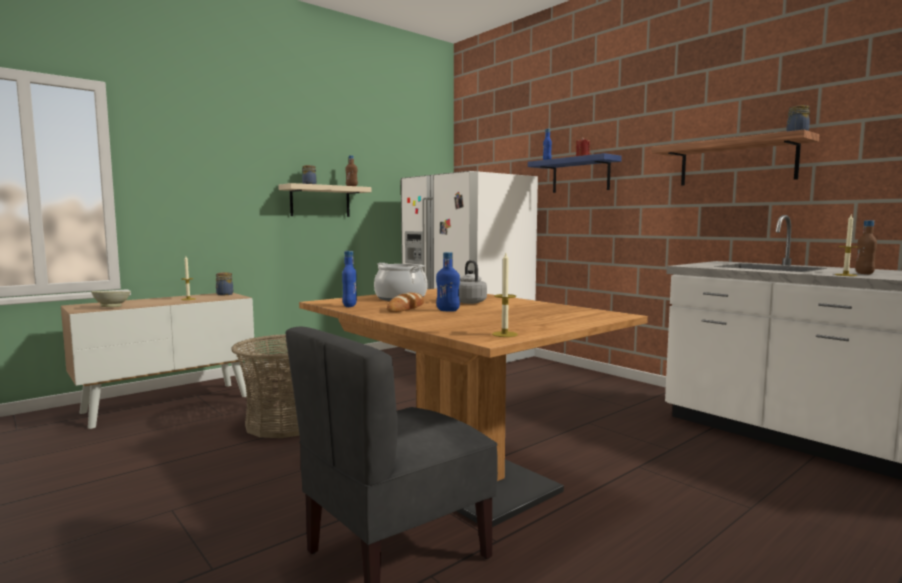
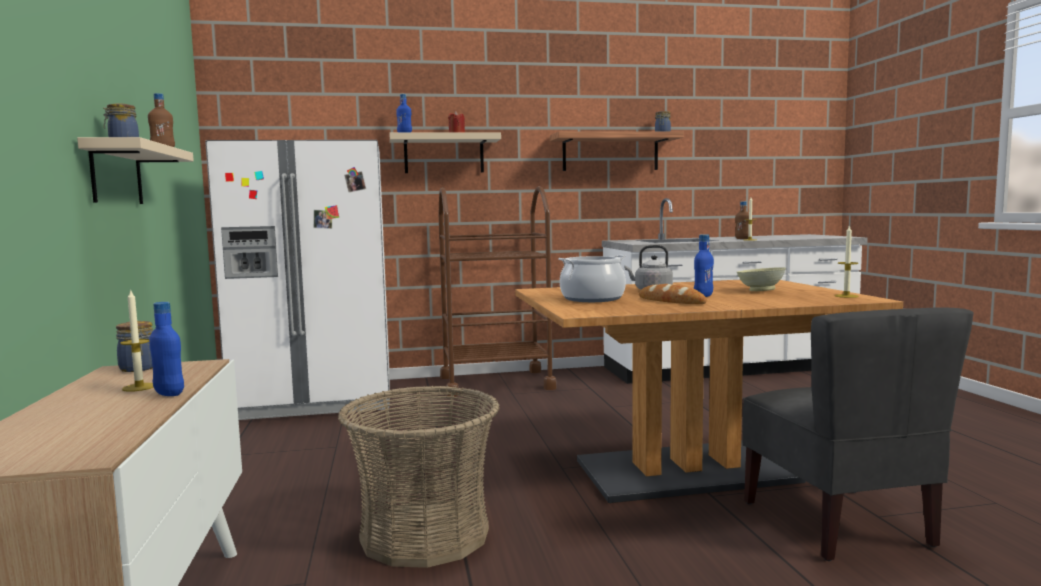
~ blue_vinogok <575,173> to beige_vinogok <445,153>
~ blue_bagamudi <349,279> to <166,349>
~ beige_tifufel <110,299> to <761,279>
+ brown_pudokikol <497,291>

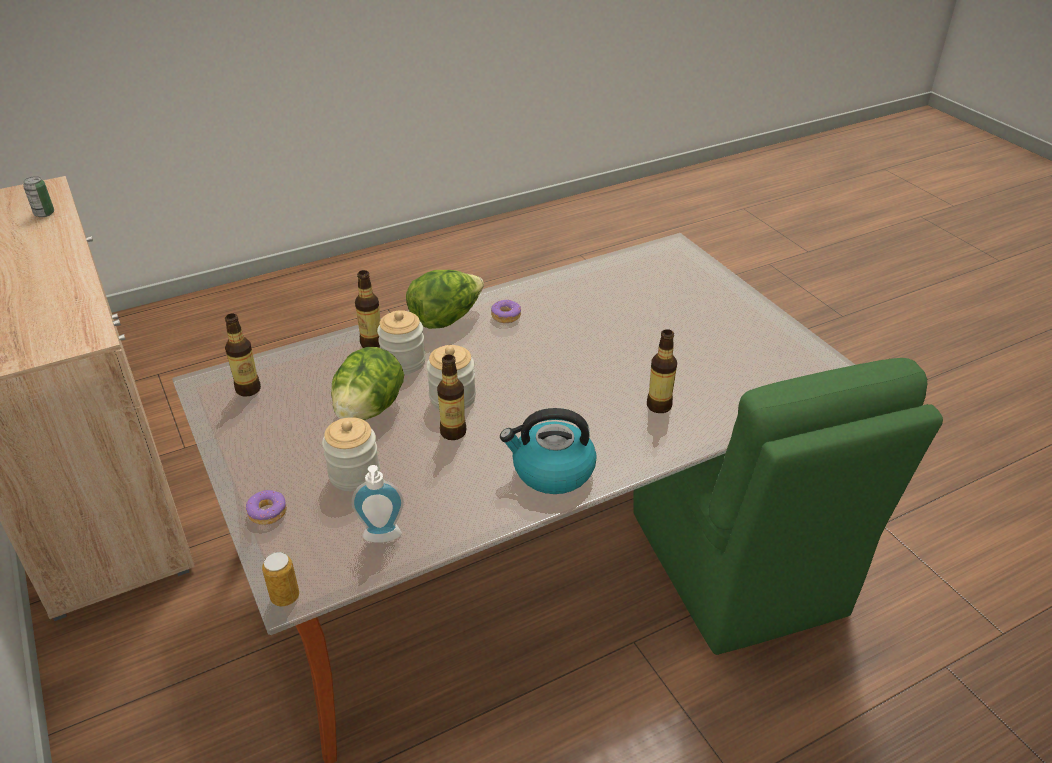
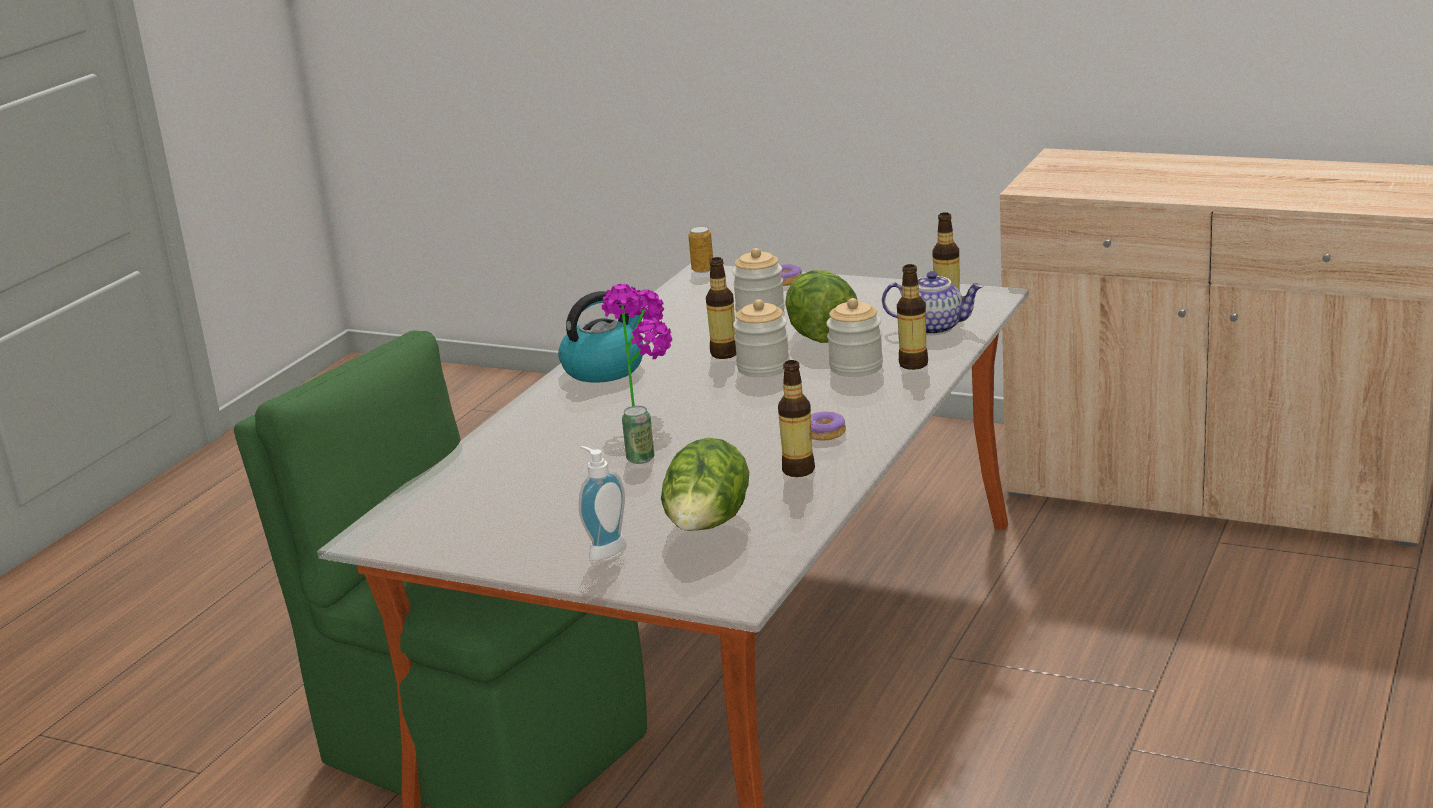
~ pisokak <38,196> to <638,435>
~ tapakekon <445,299> to <705,484>
~ bagamudi <662,371> to <796,418>
~ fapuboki <378,504> to <602,503>
+ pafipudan <933,303>
+ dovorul <637,345>

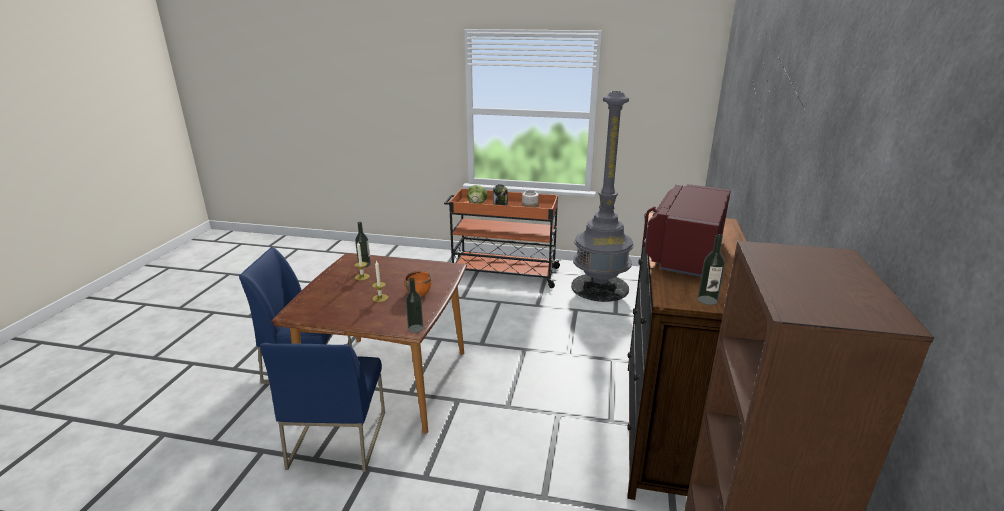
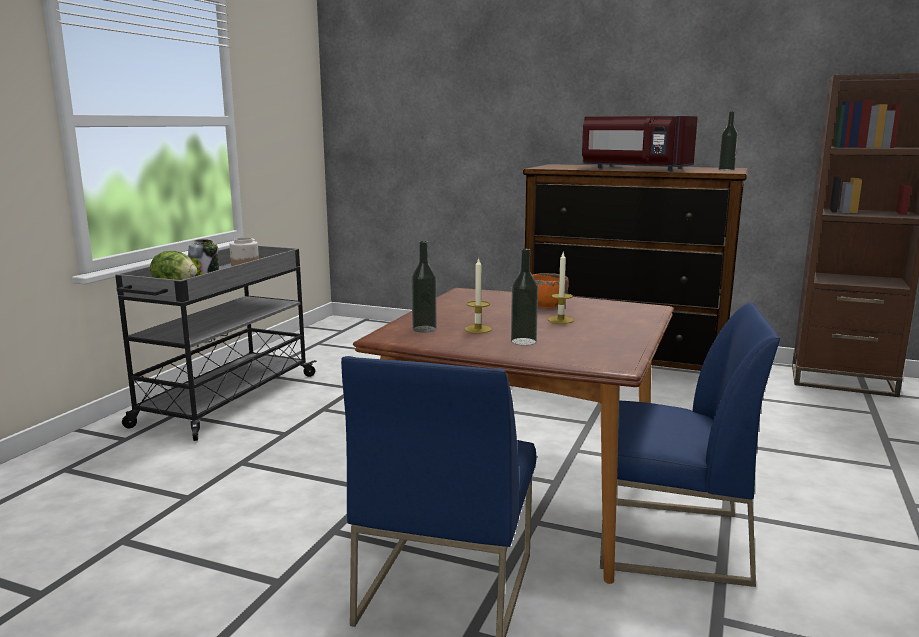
- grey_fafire <602,196>
~ orange_pudokikol <502,238> to grey_pudokikol <216,343>
~ bagamudi <414,305> to <524,297>

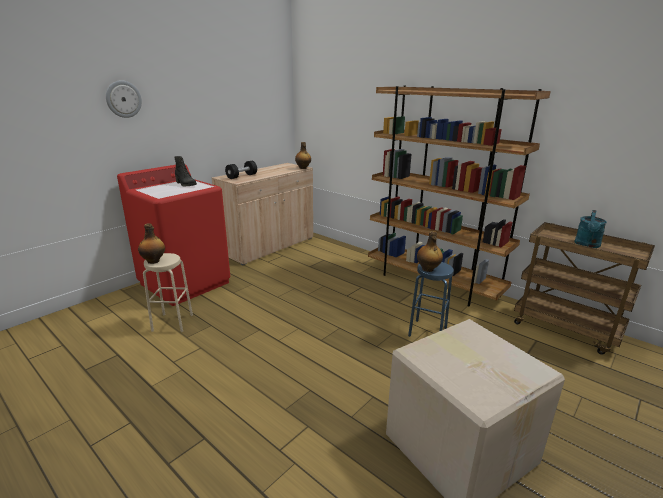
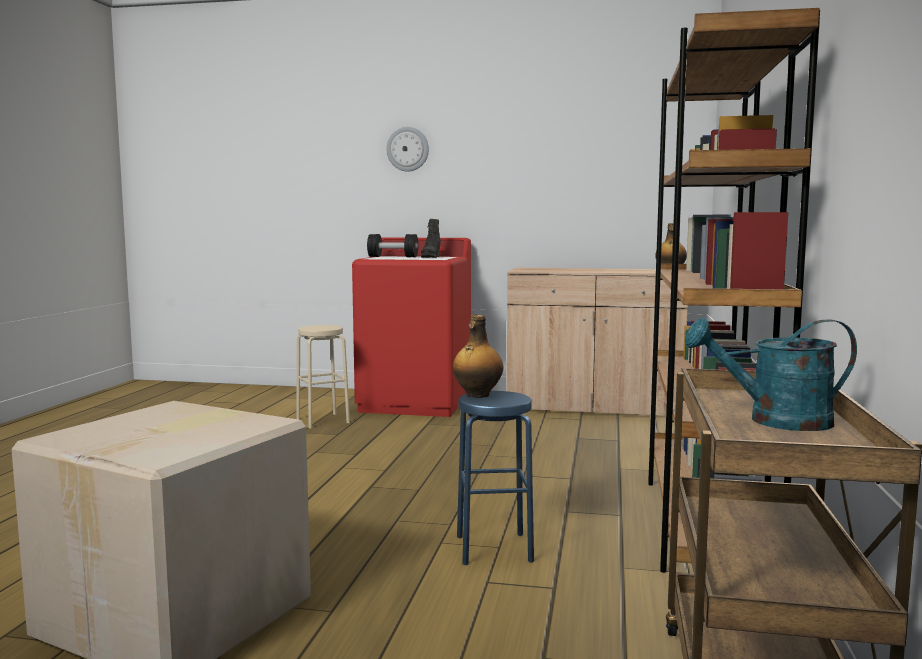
~ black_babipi <241,170> to <392,245>
- bagamudi <151,243>

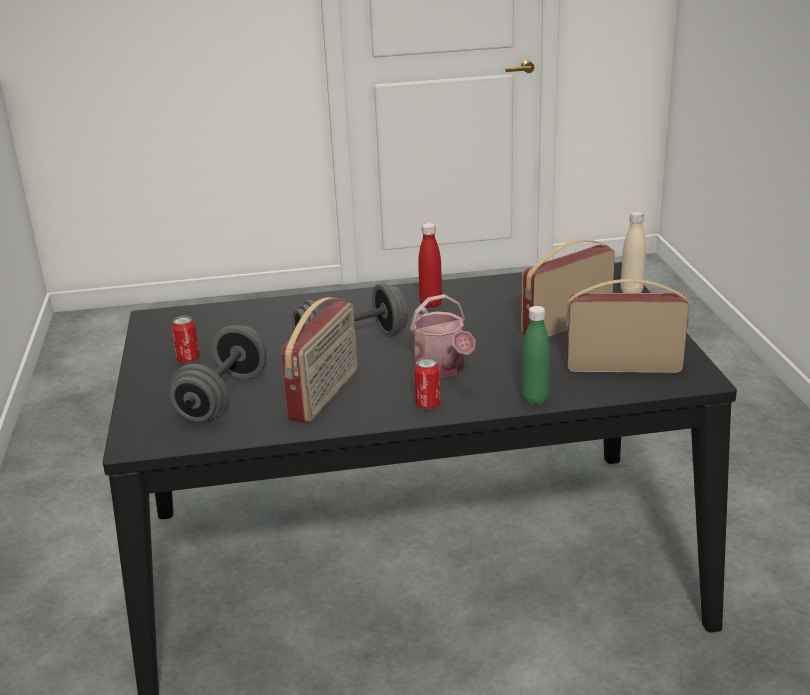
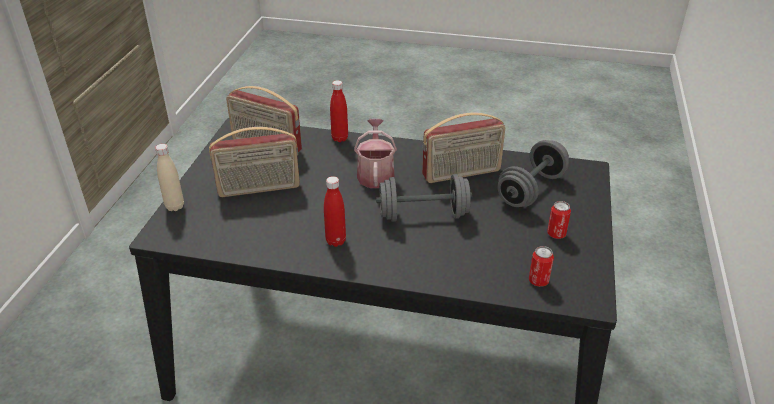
~ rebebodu <319,360> = <463,148> 150 degrees counterclockwise
~ green_bagamudi <535,355> to red_bagamudi <339,111>
~ pisokak <427,383> to <541,266>

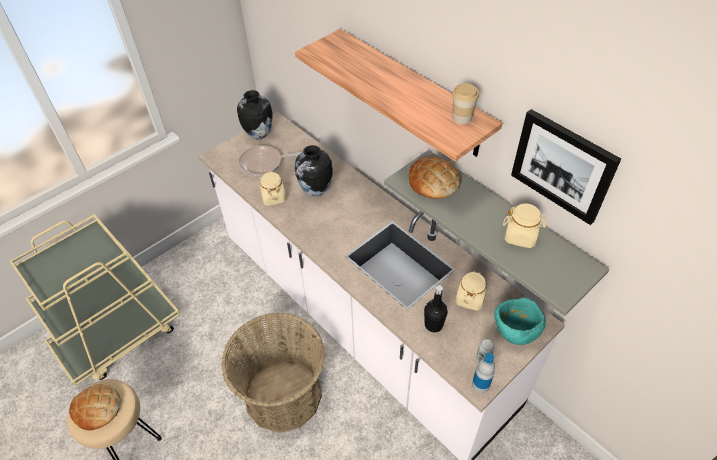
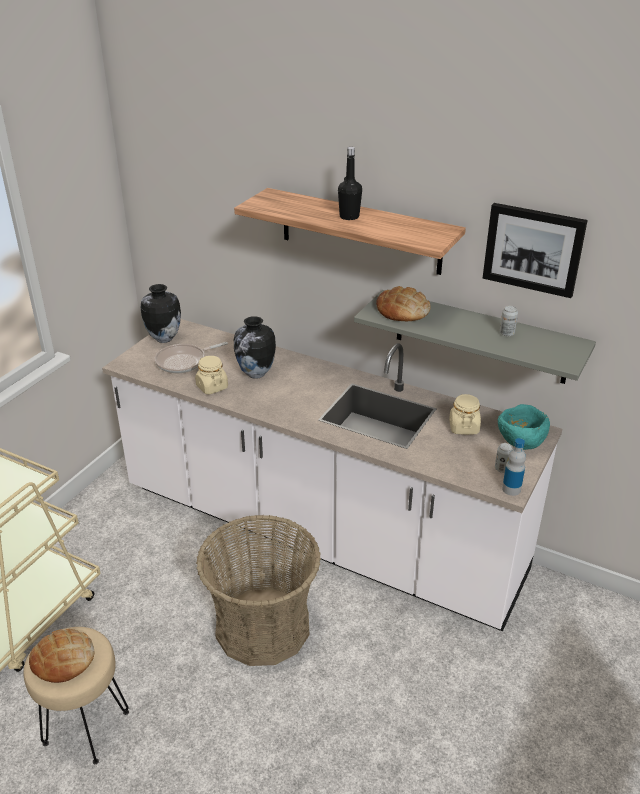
- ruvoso <465,103>
~ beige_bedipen <525,225> to pisokak <509,321>
~ black_bagamudi <436,308> to <350,183>

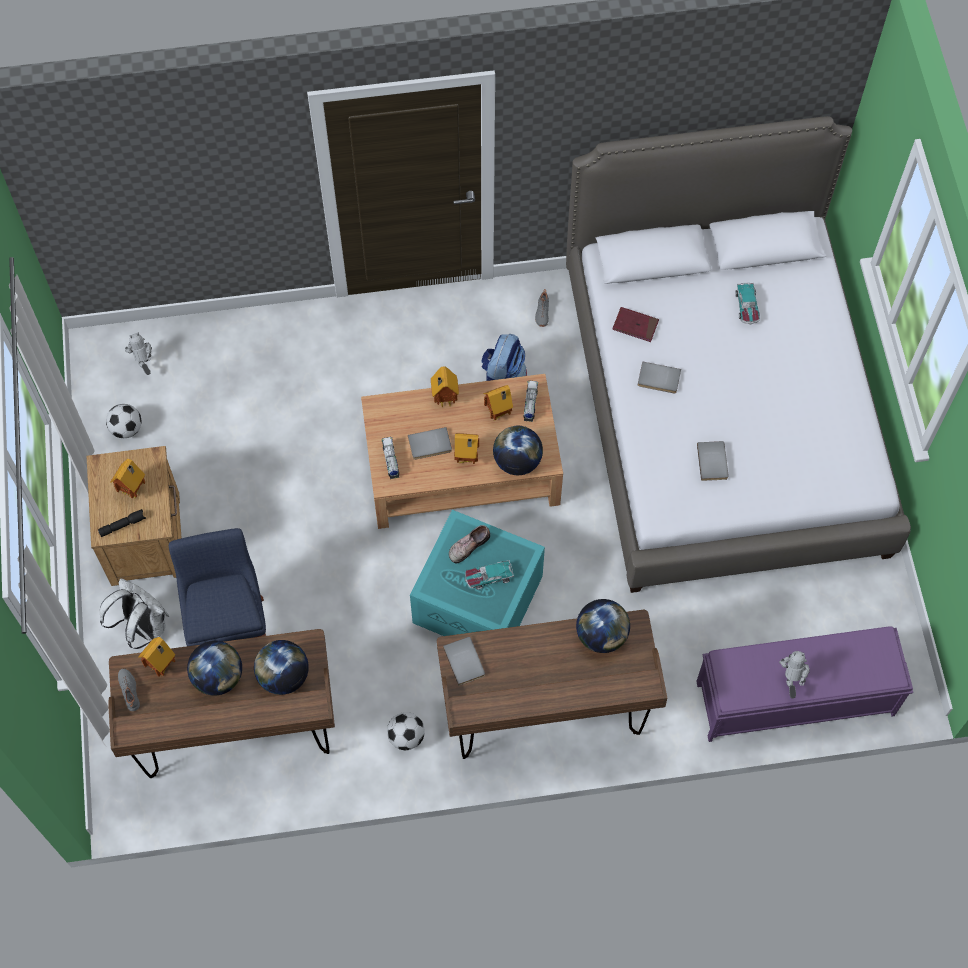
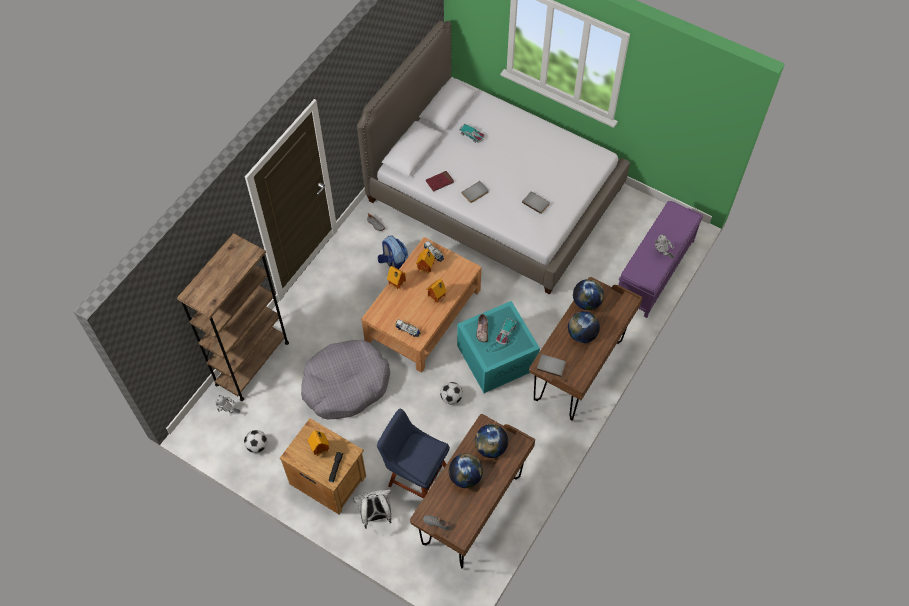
~ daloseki <518,450> to <584,327>
- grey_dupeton <430,443>
- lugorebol <156,656>
~ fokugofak <406,731> to <451,393>
+ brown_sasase <233,317>
+ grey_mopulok <346,379>

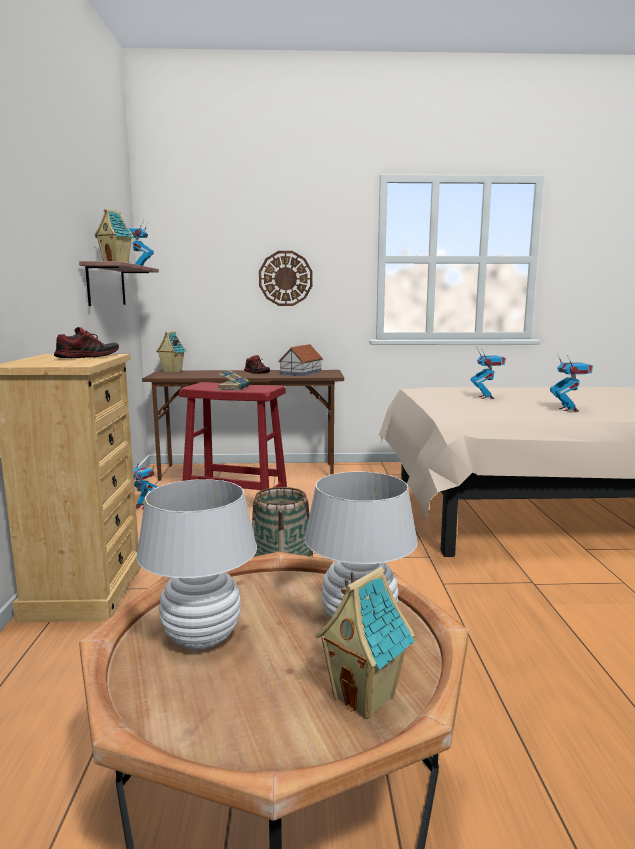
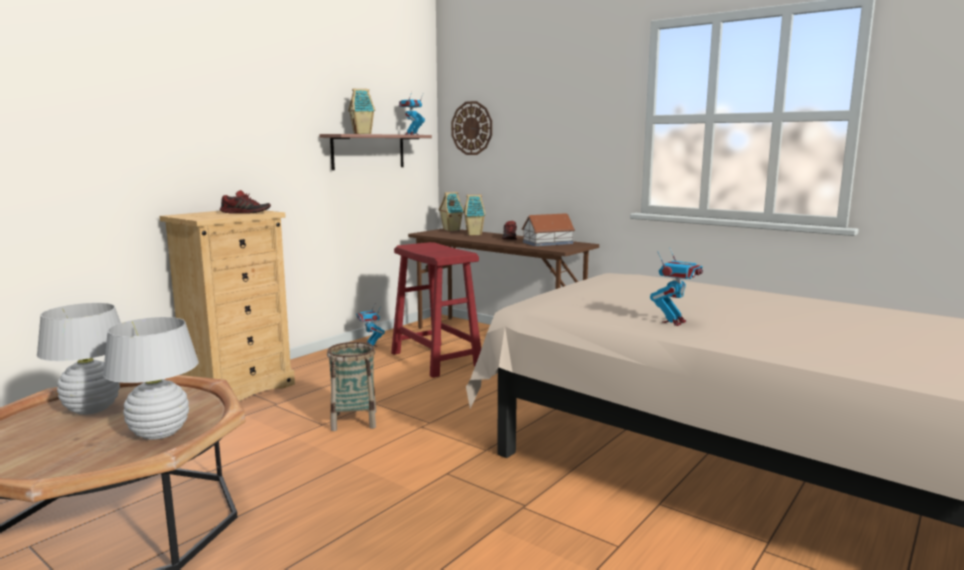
~ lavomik <286,278> to <471,128>
- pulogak <488,373>
- dupeton <233,380>
~ lugorebol <365,643> to <474,215>

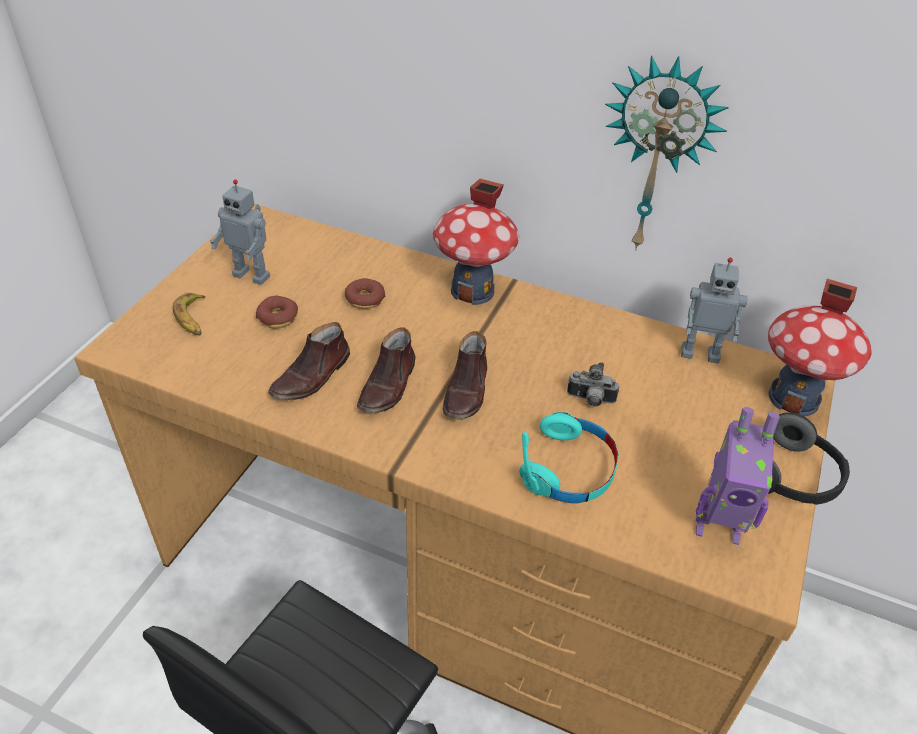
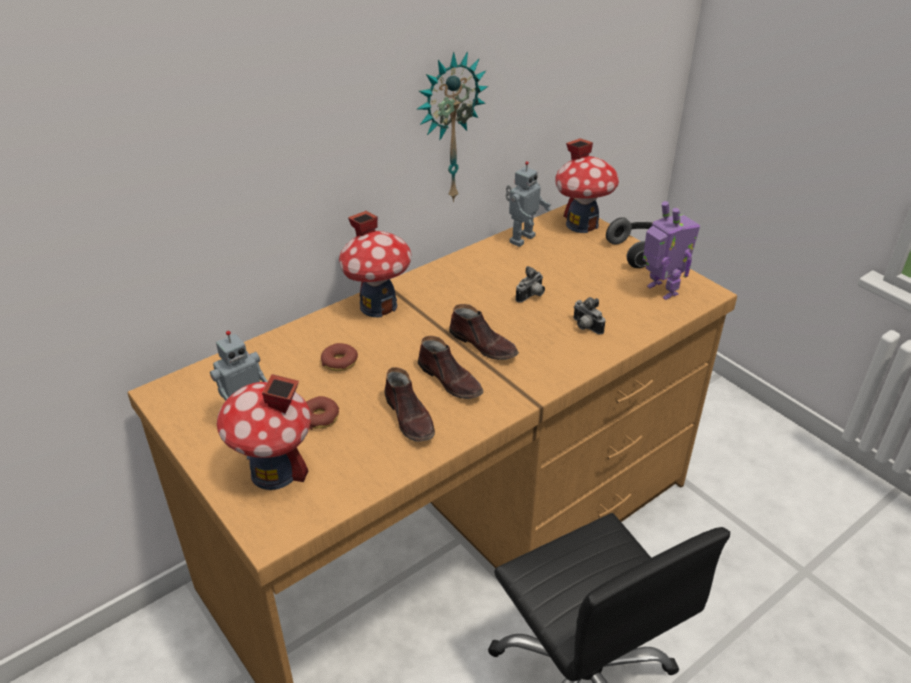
~ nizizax <189,314> to lugorebol <264,432>
~ pulogak <738,476> = <671,250> 75 degrees counterclockwise
~ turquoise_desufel <569,457> to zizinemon <589,316>

